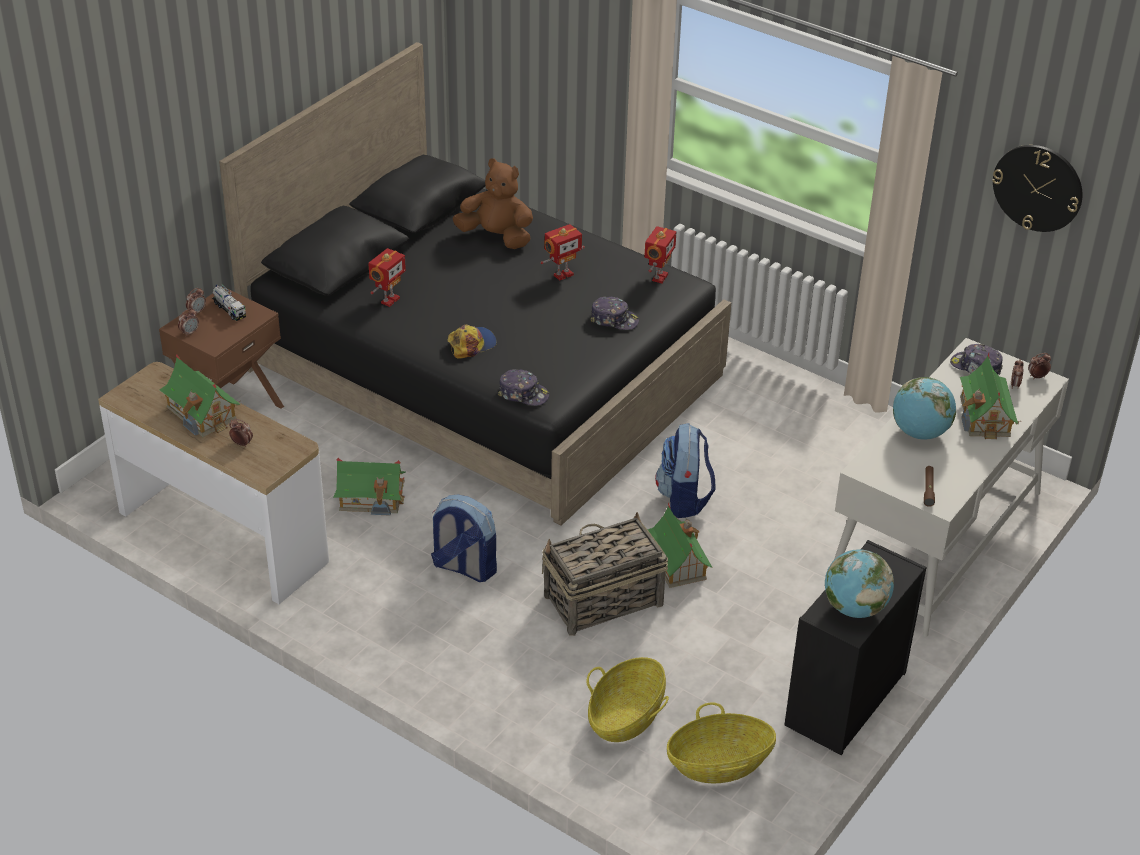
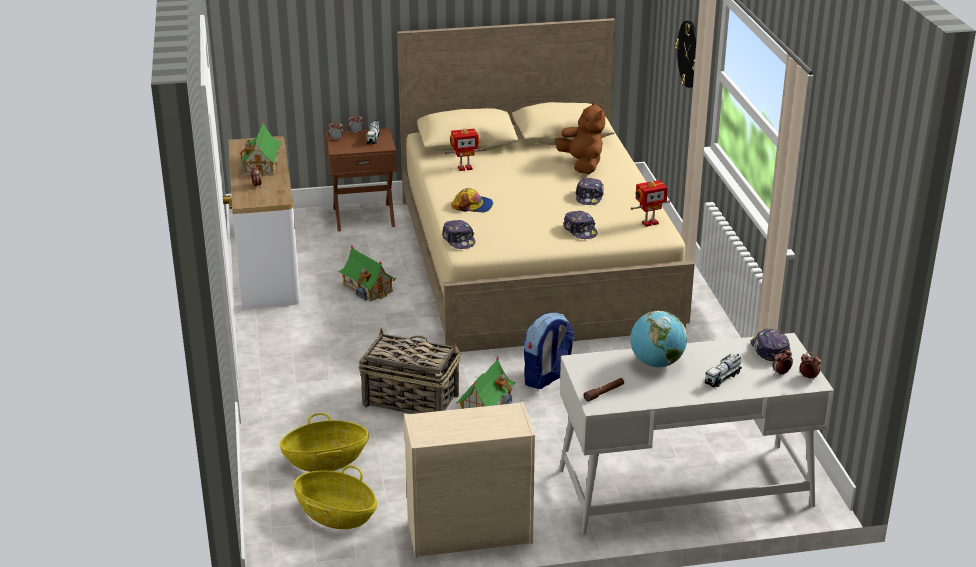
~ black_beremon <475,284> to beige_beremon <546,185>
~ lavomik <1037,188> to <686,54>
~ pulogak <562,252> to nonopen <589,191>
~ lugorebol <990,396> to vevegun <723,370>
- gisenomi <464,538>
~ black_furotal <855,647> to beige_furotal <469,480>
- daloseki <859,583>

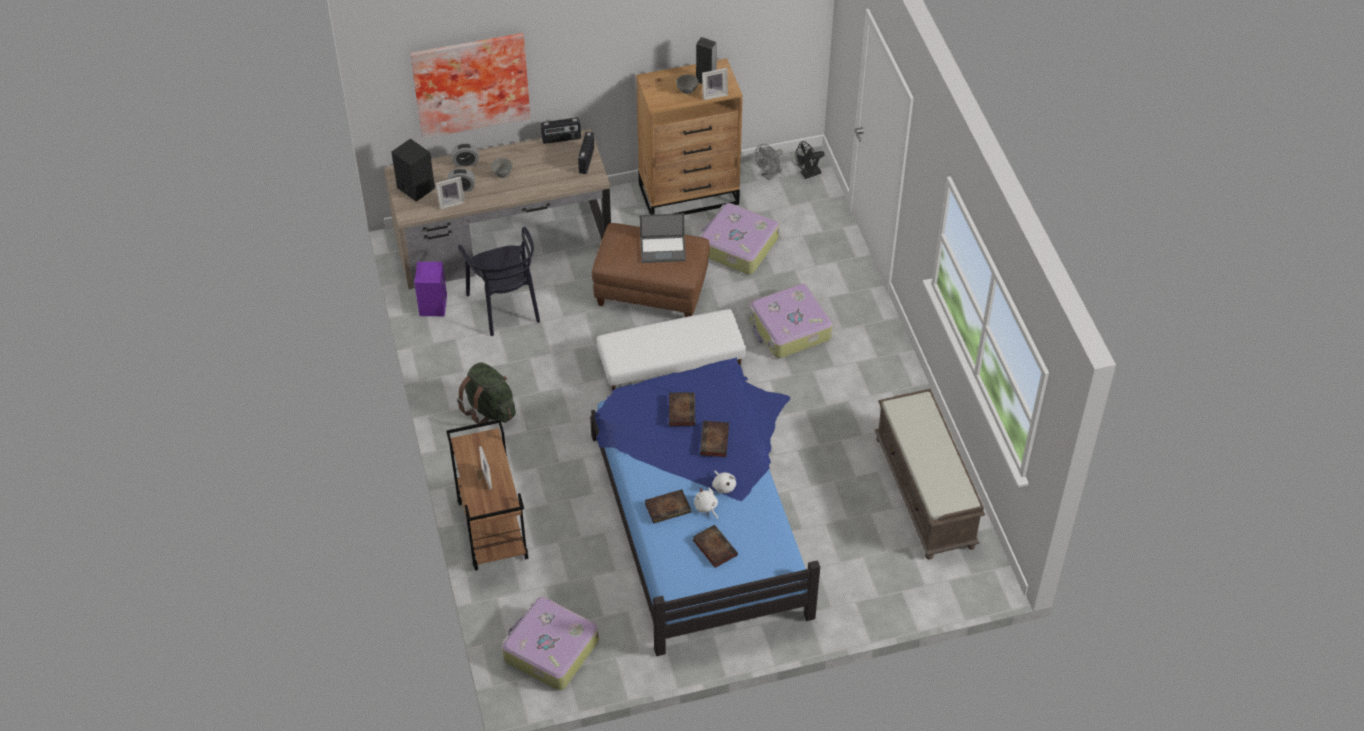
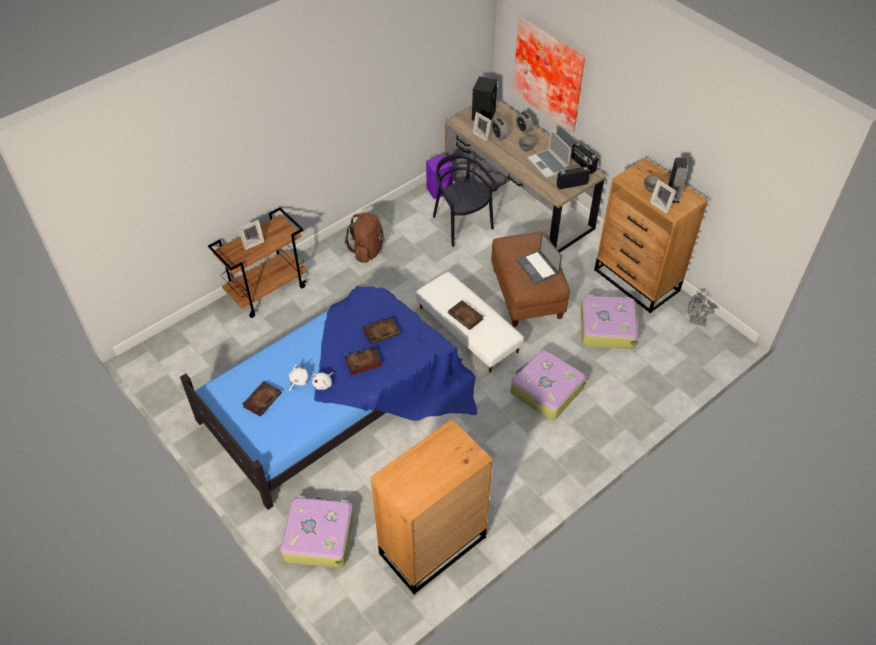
- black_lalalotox <810,160>
~ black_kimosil <499,281> = <465,200> 105 degrees clockwise
~ green_gisenomi <486,393> to brown_gisenomi <365,237>
~ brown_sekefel <930,474> to brown_furotal <432,507>
~ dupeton <668,506> to <466,315>
~ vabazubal <550,643> to <317,532>
+ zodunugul <549,153>

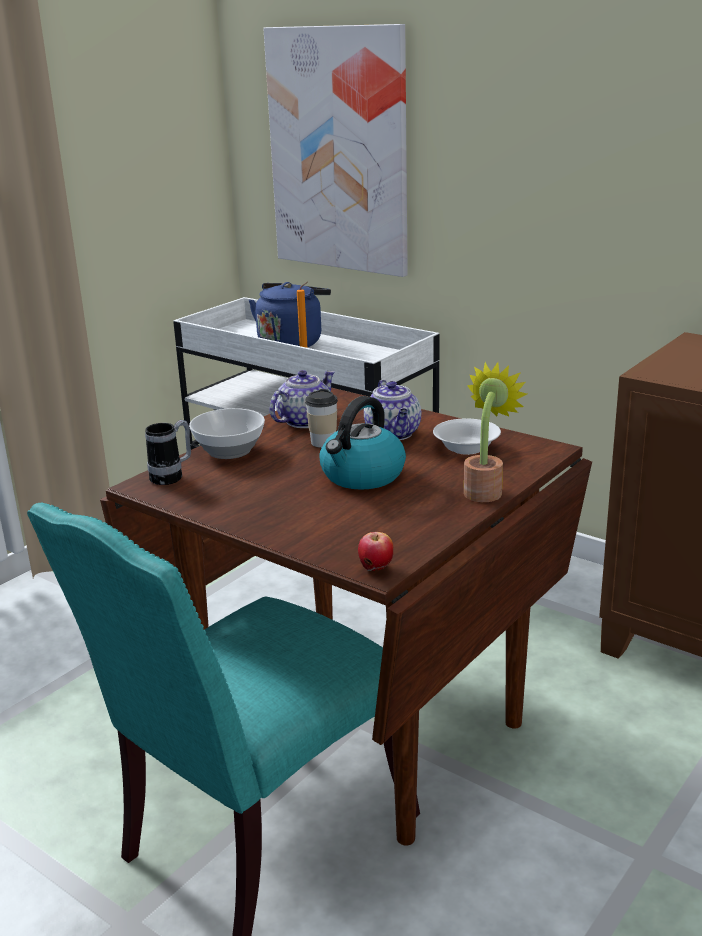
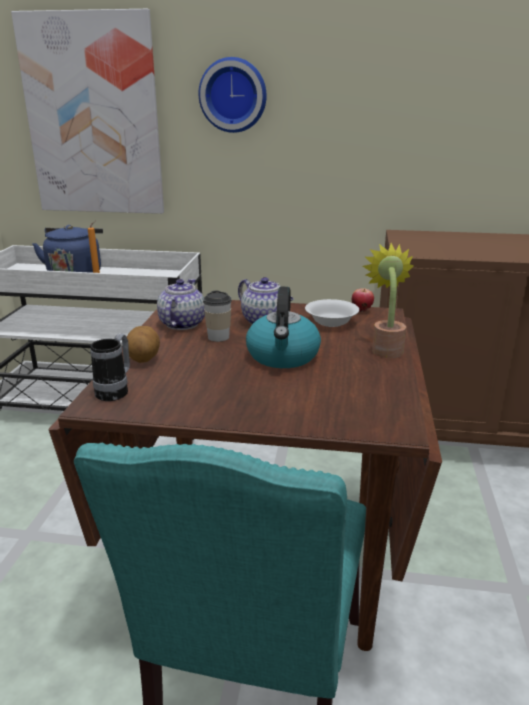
~ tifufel <227,433> to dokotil <143,344>
~ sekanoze <375,551> to <363,300>
+ lavomik <233,95>

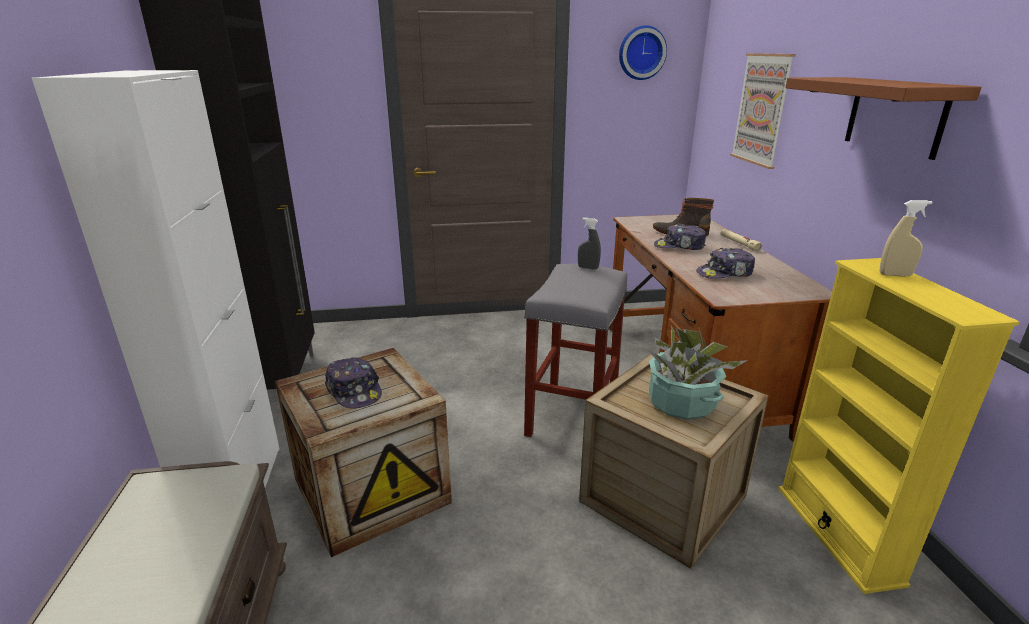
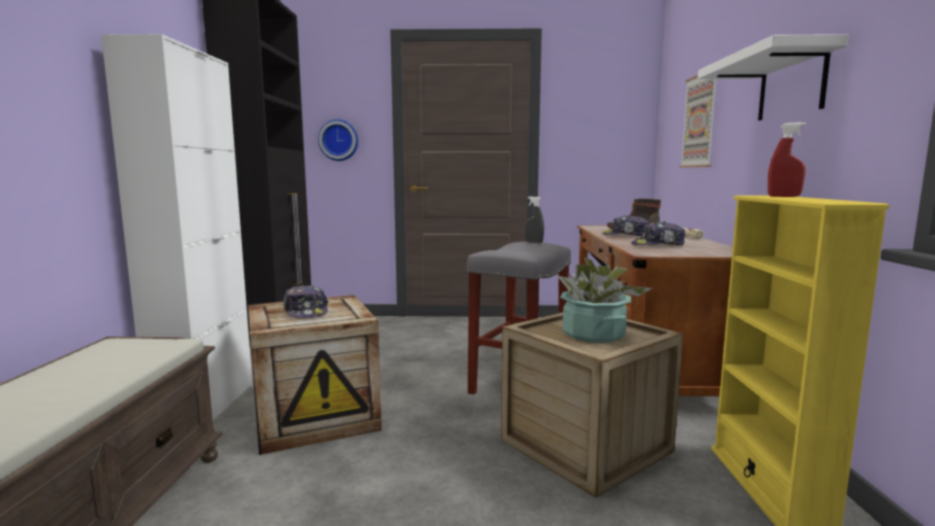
~ lavomik <643,52> to <338,140>
~ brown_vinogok <883,118> to white_vinogok <773,77>
~ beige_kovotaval <906,238> to red_kovotaval <787,159>

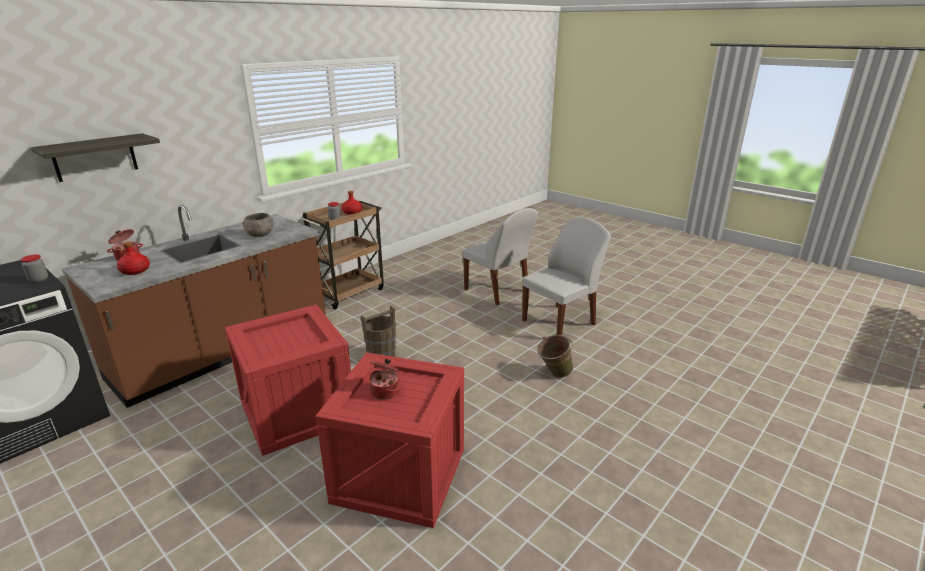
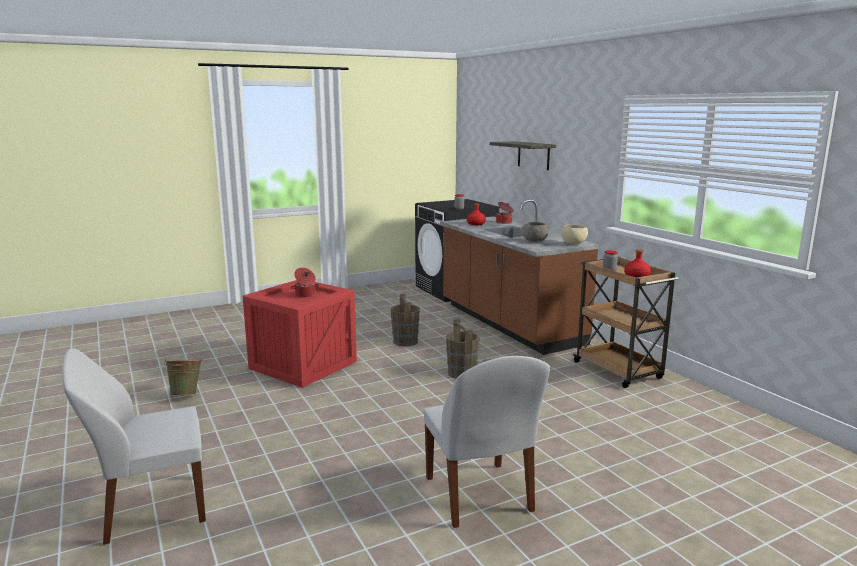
~ white_kimosil <500,256> to <134,446>
~ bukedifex <288,380> to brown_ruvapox <405,320>
~ green_ruvapox <555,356> to <183,377>
+ beige_tifufel <574,235>

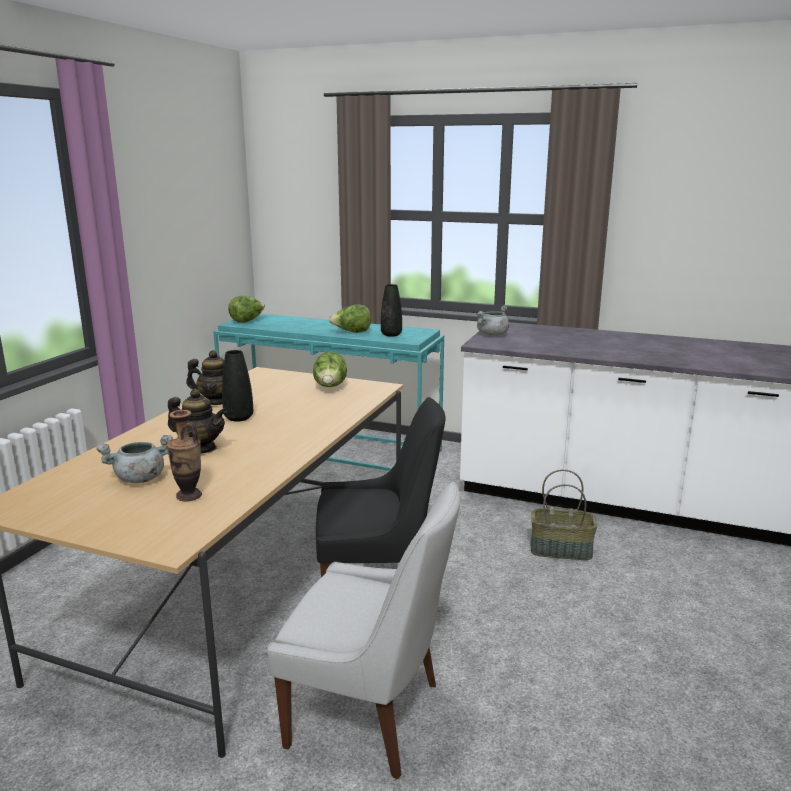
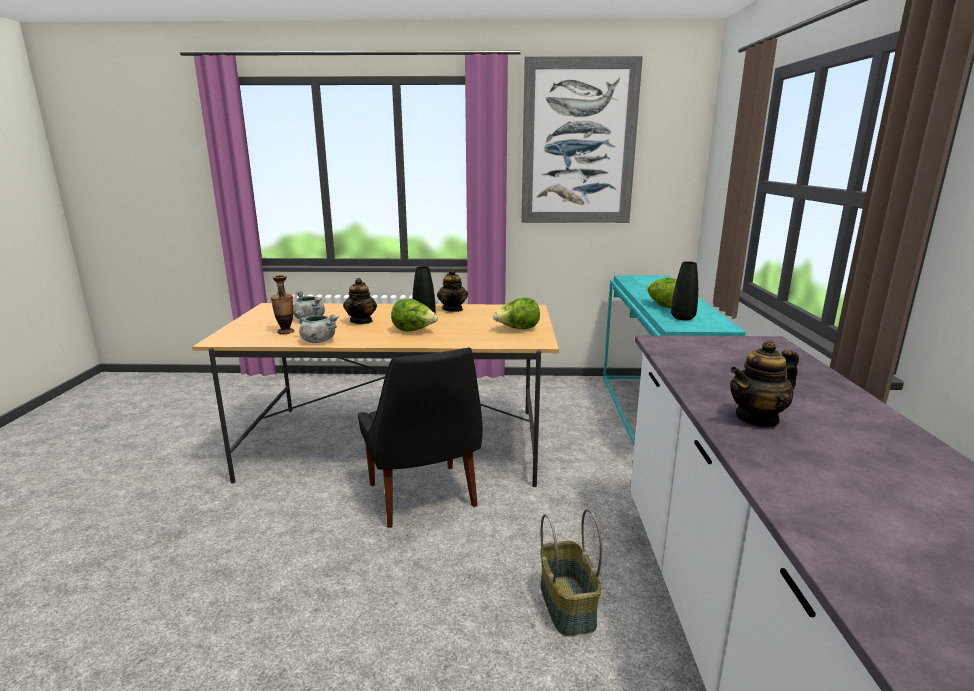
~ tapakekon <246,309> to <414,315>
~ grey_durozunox <492,320> to <317,326>
- white_kimosil <363,630>
+ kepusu <582,139>
+ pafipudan <764,384>

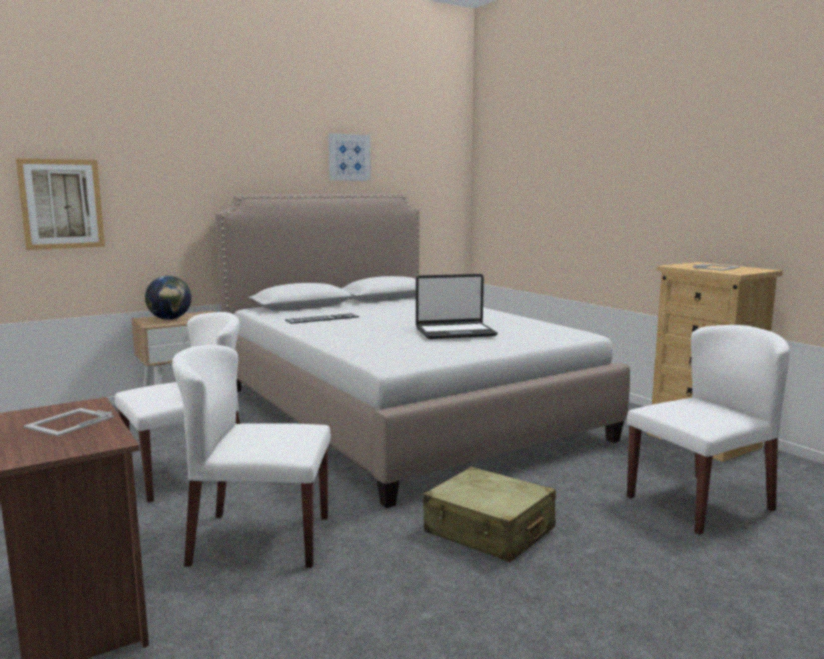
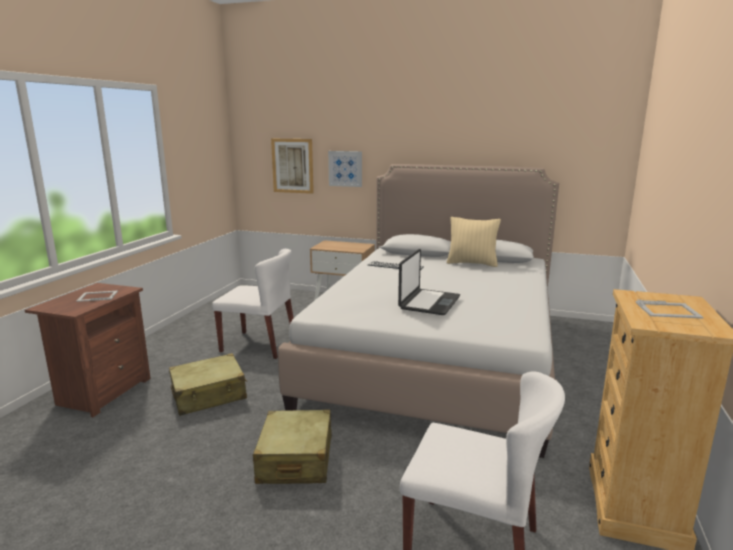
~ kepusu <349,157> to <345,169>
~ zodunugul <457,306> = <429,282> 105 degrees counterclockwise
- daloseki <168,298>
~ white_kimosil <251,456> to beige_vabazubal <208,384>
+ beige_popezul <474,242>

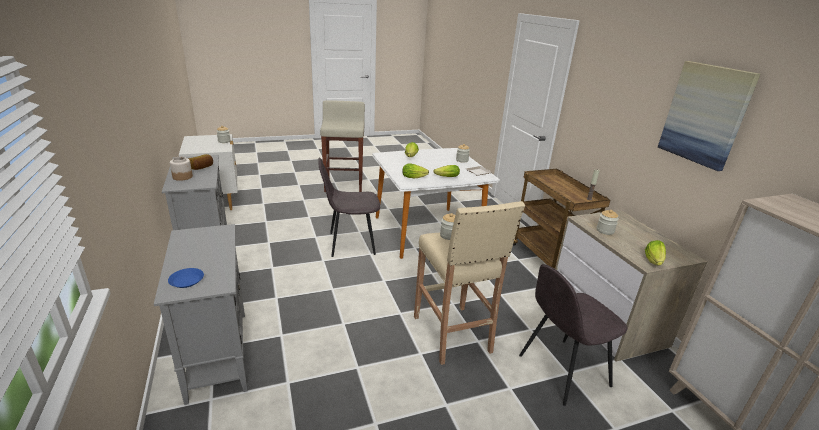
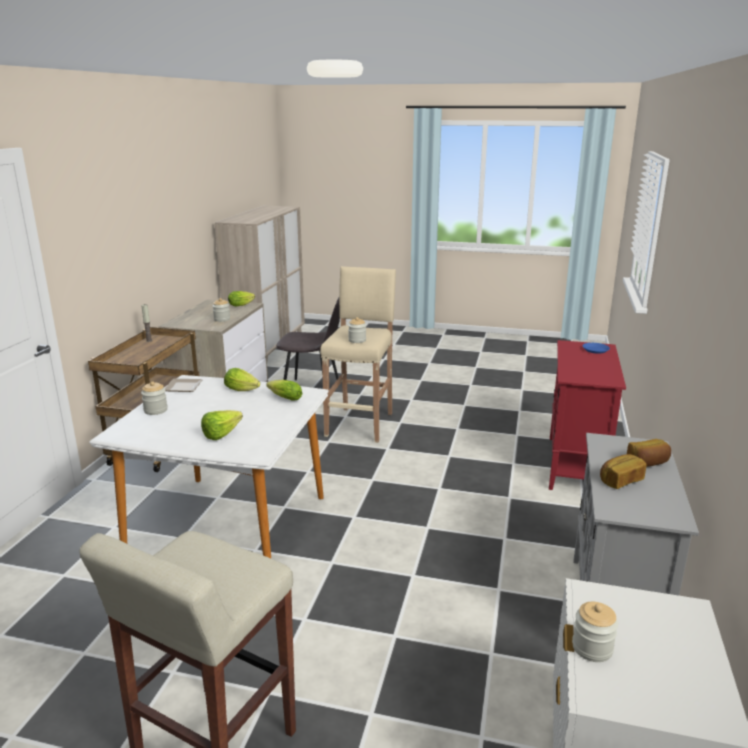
- kepusu <709,116>
~ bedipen <181,169> to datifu <649,453>
- grey_kimosil <349,207>
~ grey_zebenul <201,314> to red_zebenul <587,415>

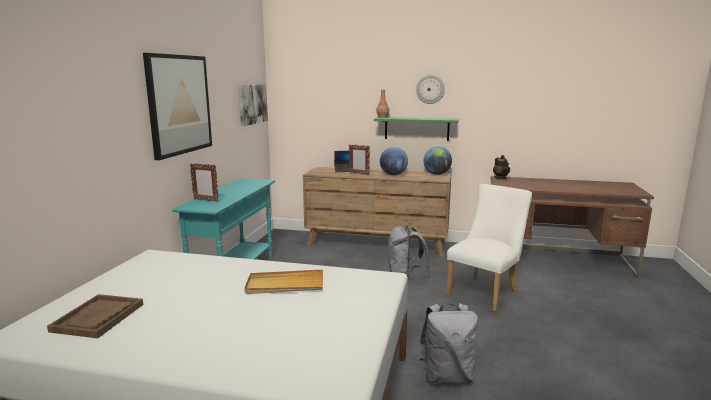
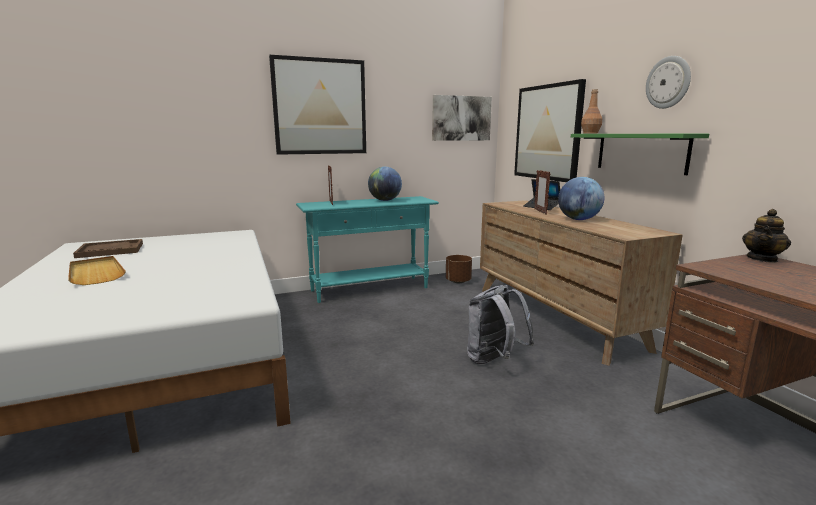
~ daloseki <438,161> to <385,184>
- white_kimosil <489,248>
~ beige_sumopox <283,281> to <97,270>
- grey_gisenomi <448,343>
+ kepusu <550,130>
+ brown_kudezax <459,269>

